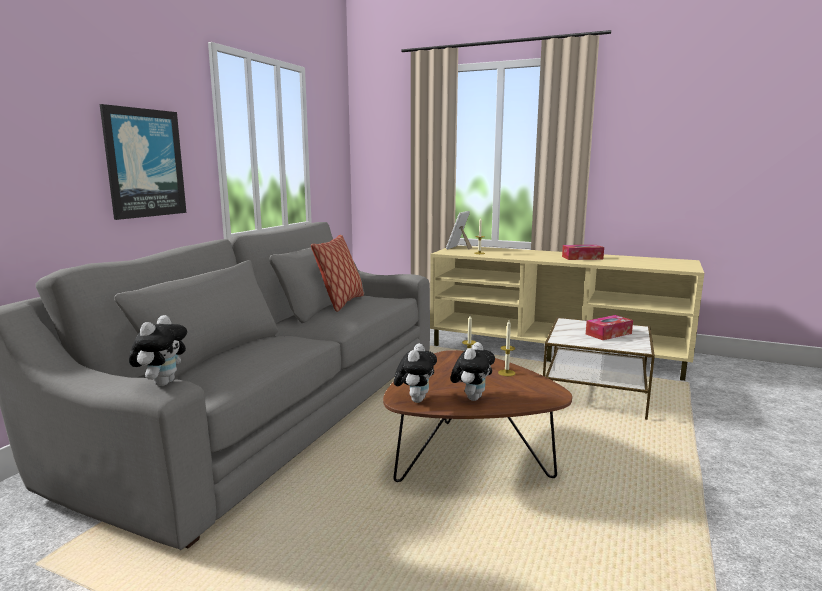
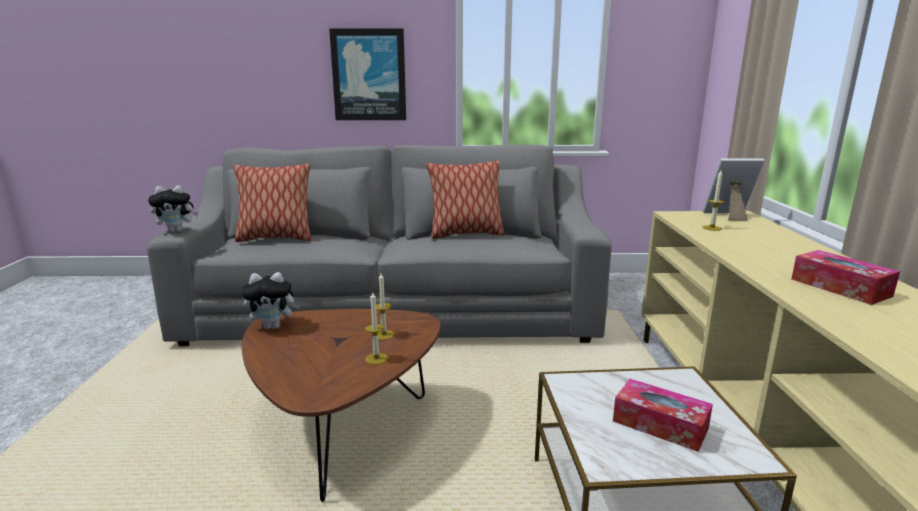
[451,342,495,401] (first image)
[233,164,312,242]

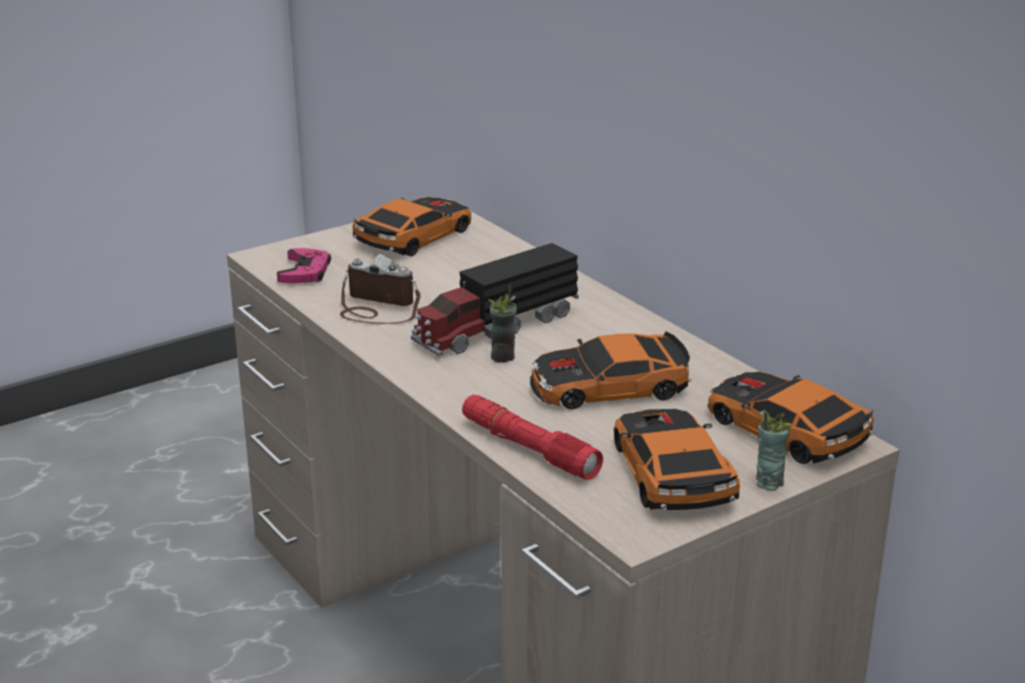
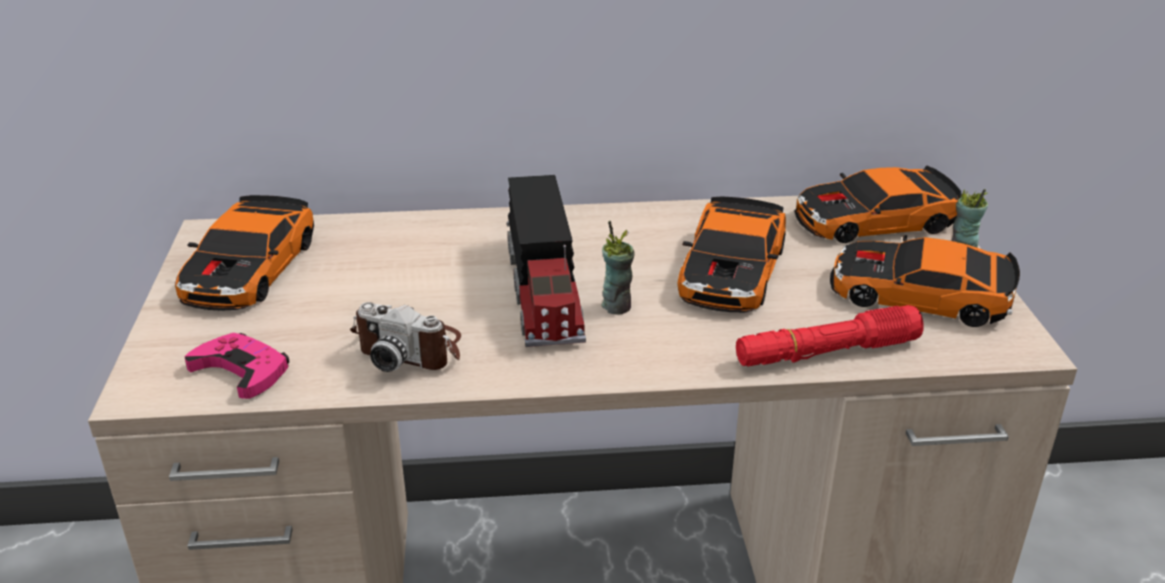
[175,195,314,311]
[350,302,461,372]

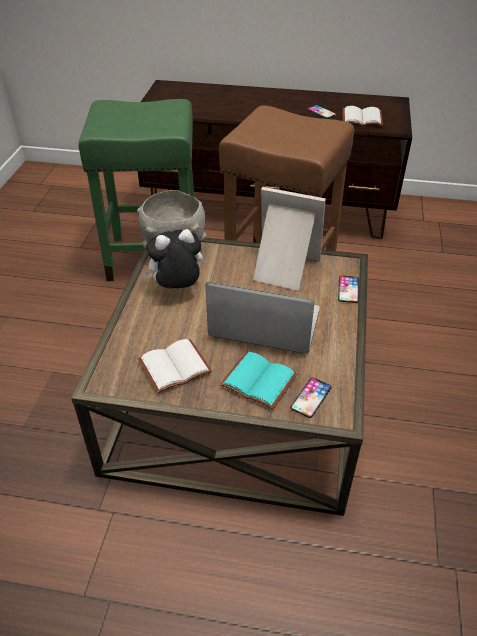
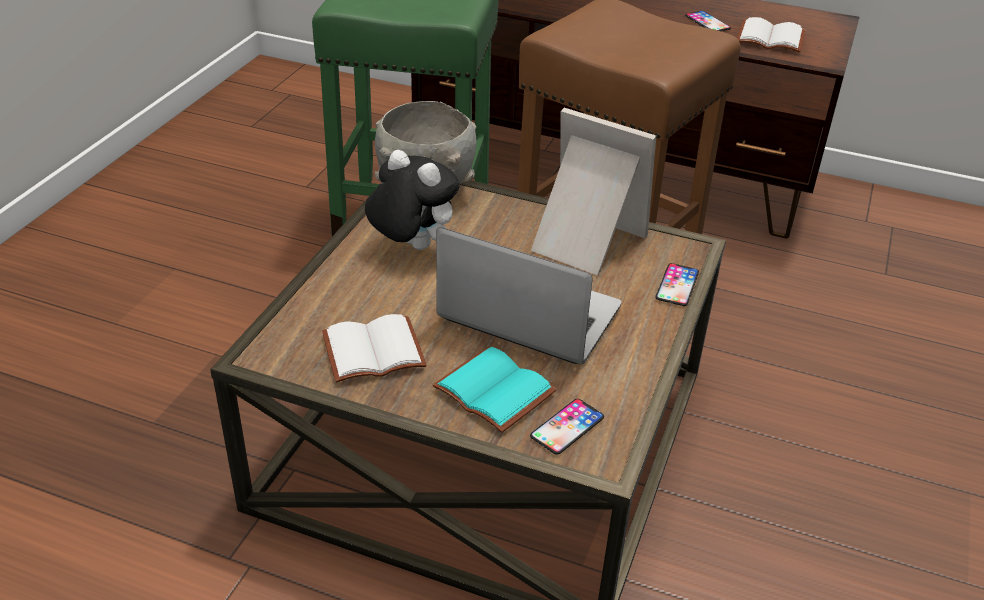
[365,150,460,250]

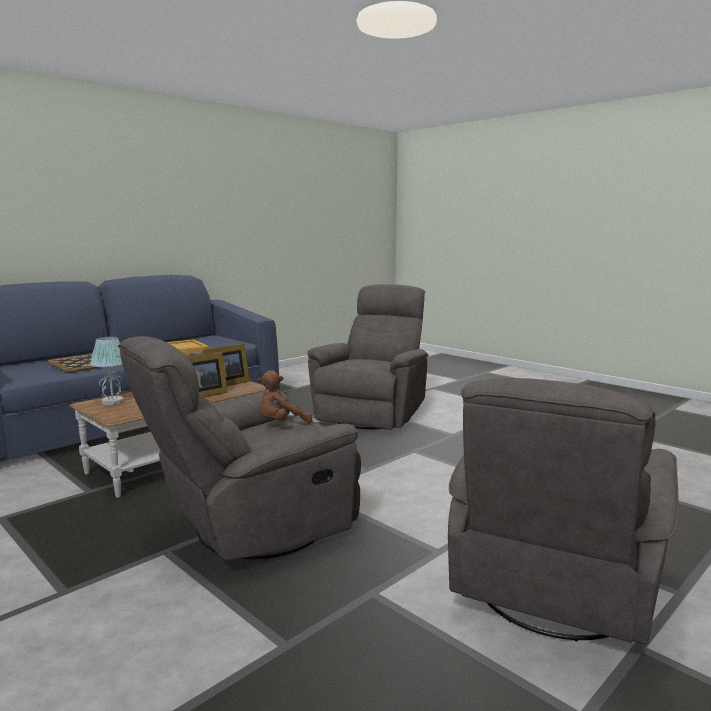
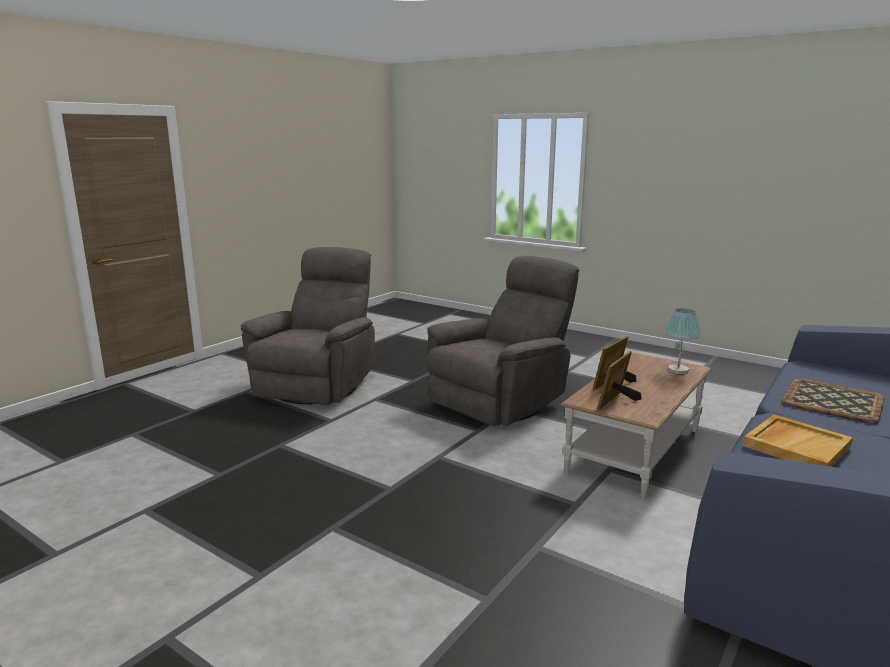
[308,284,428,430] (first image)
[258,370,313,424] (first image)

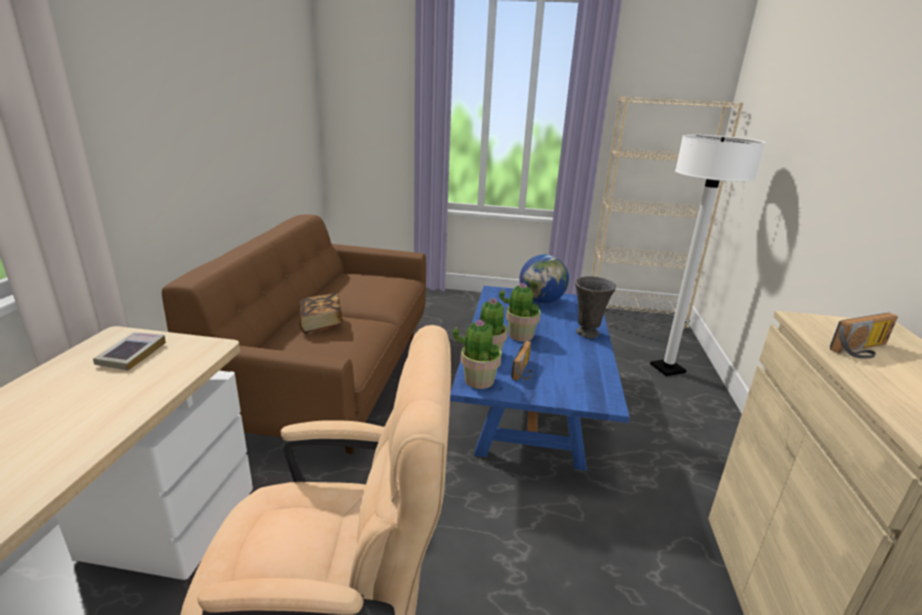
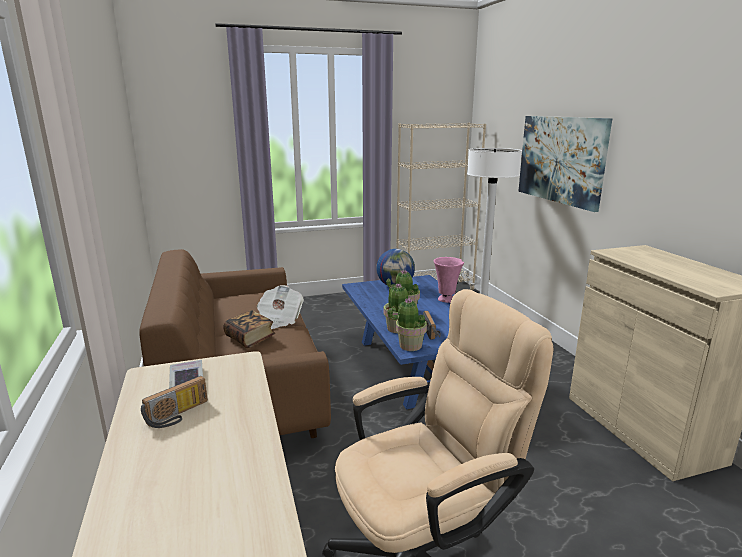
[434,257,464,303]
[141,376,208,428]
[518,116,612,212]
[257,285,304,329]

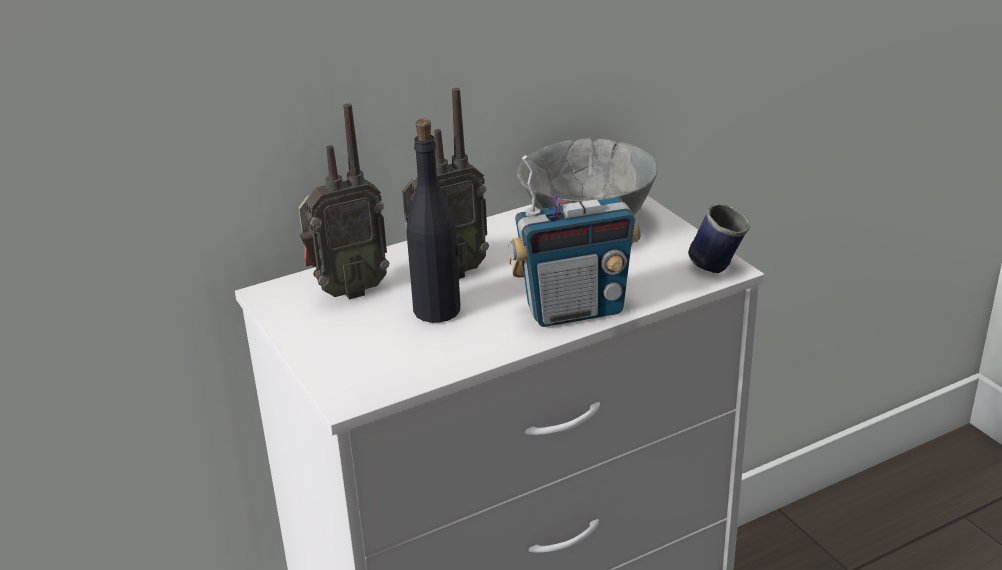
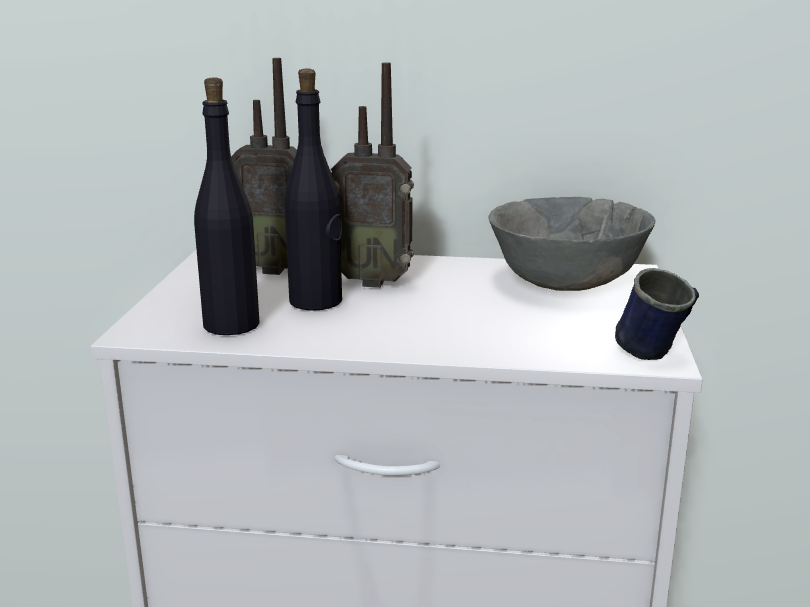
[509,155,641,327] (first image)
[194,78,260,335]

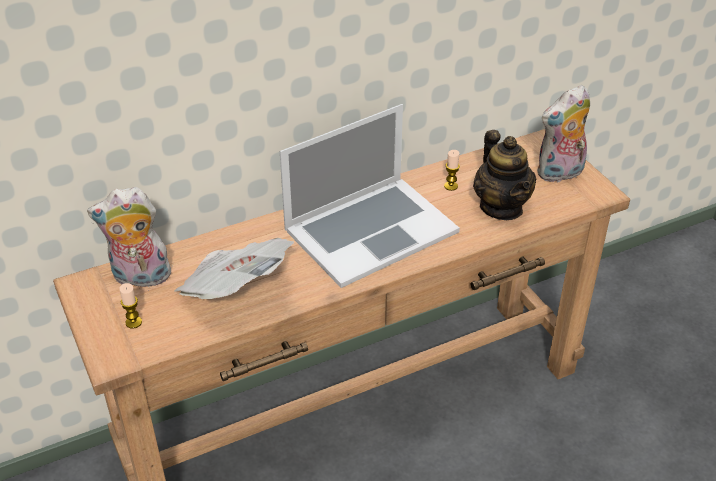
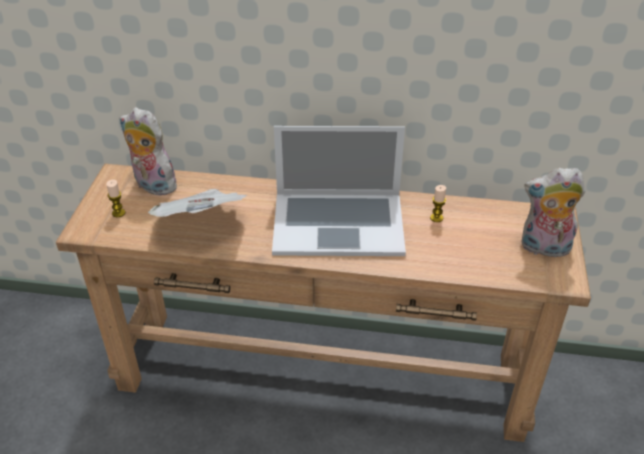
[473,130,536,220] (first image)

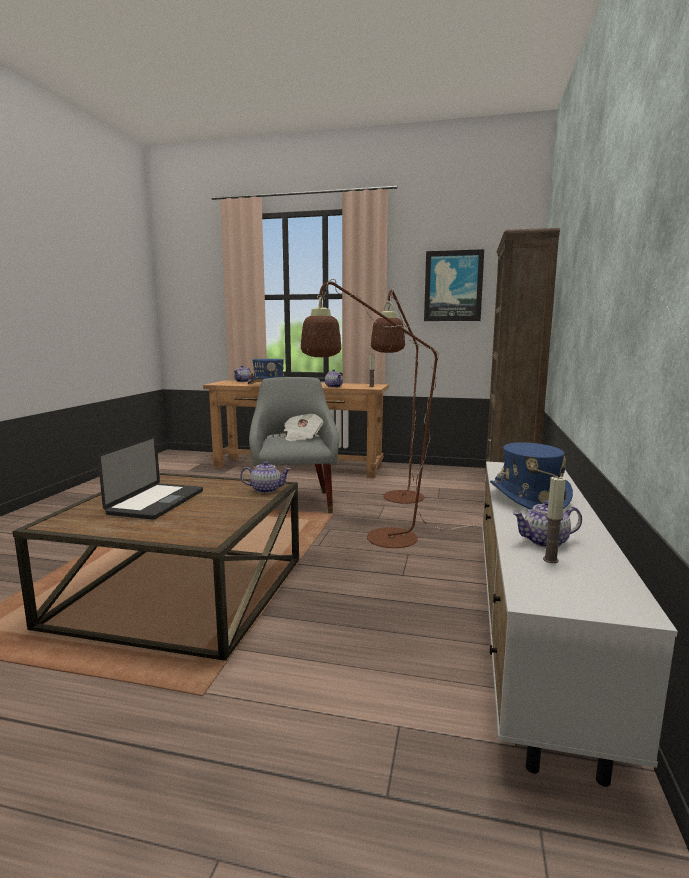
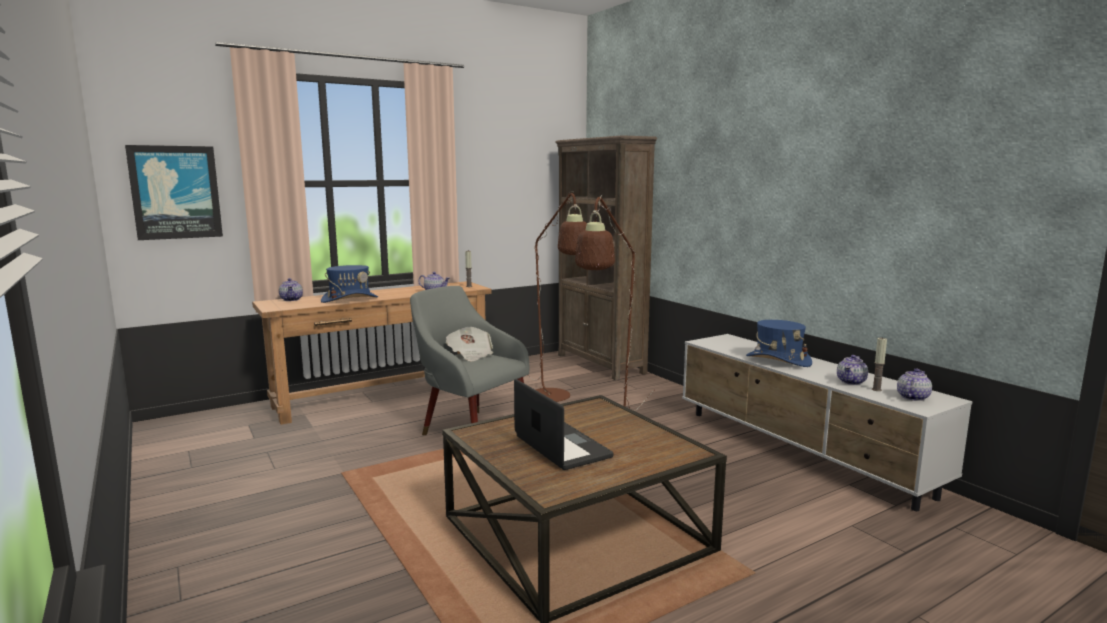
[125,145,223,240]
[897,369,932,401]

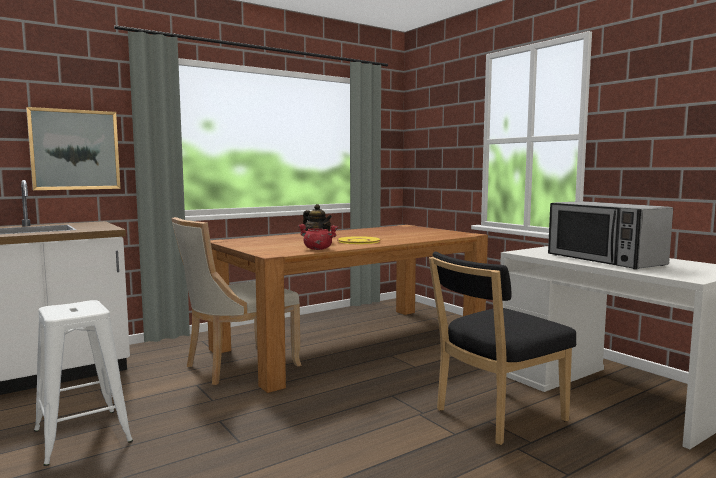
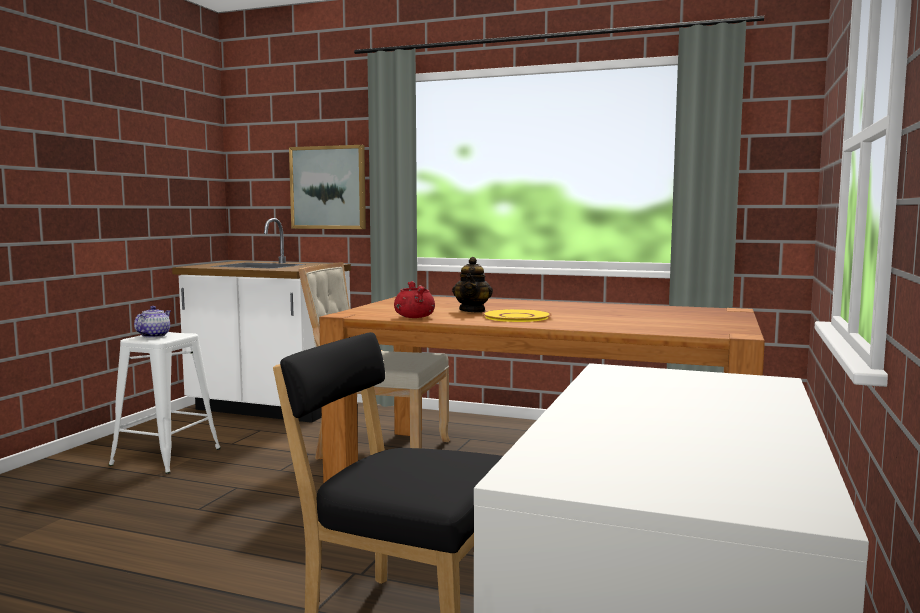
[548,201,673,270] (first image)
[134,306,171,338]

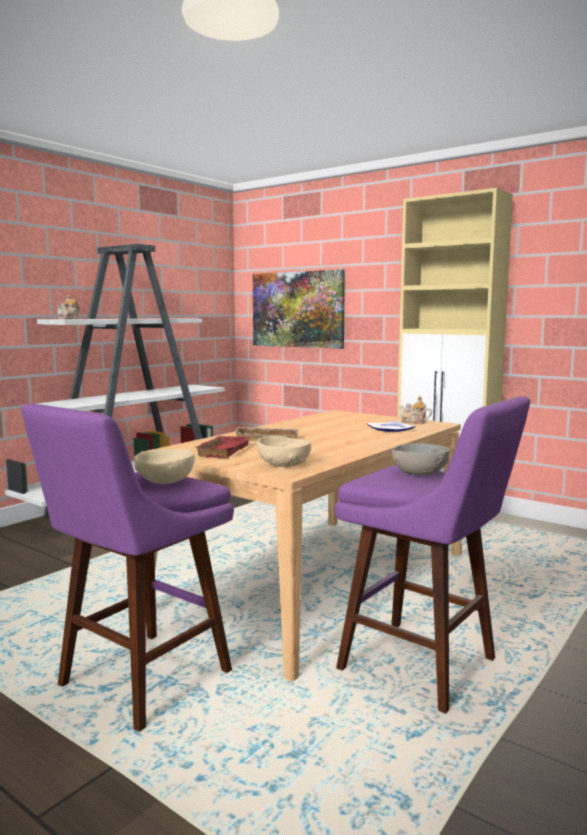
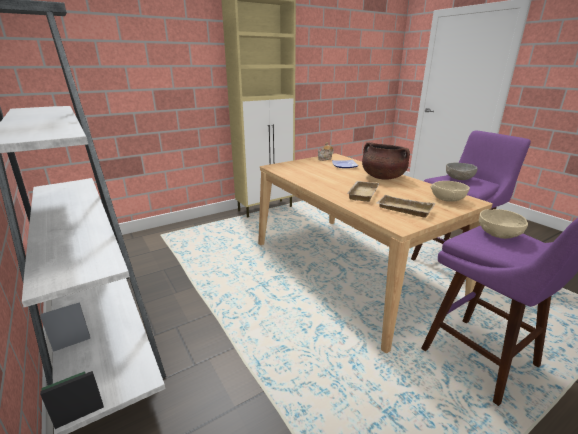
[253,270,345,349] (first image)
[56,295,80,319] (first image)
[377,195,435,217]
[362,142,410,180]

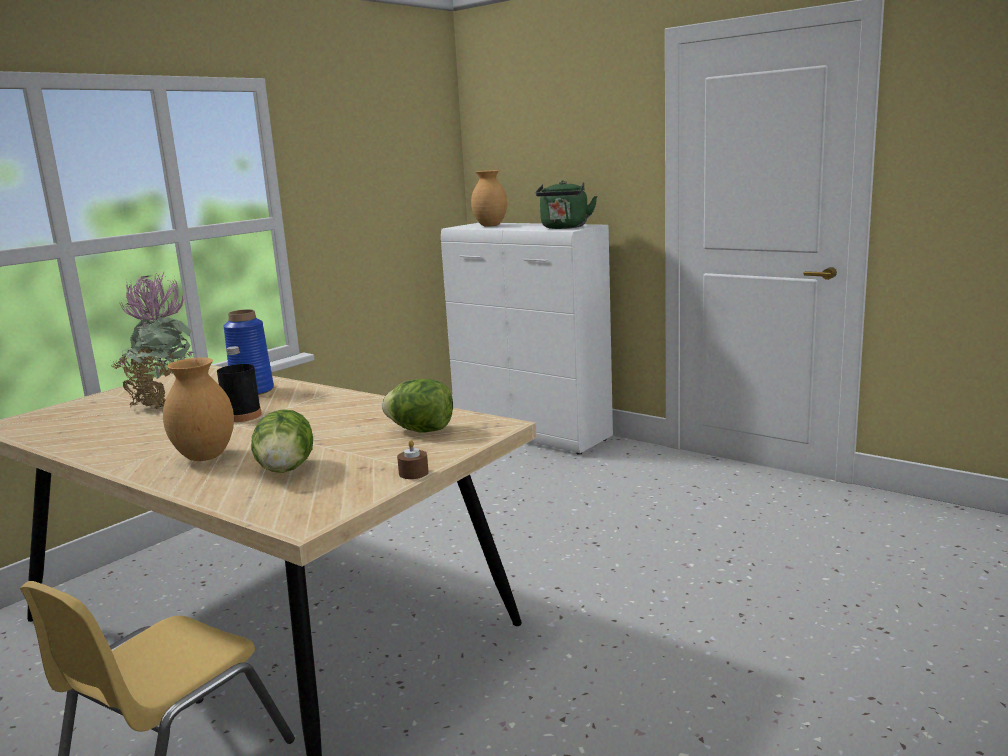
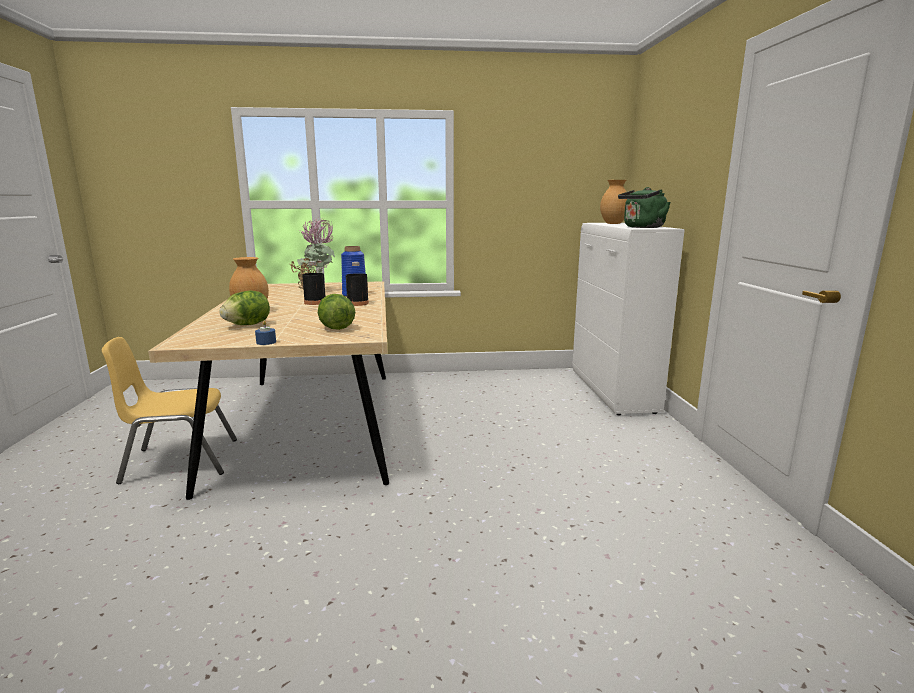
[255,320,276,345]
[346,262,369,306]

